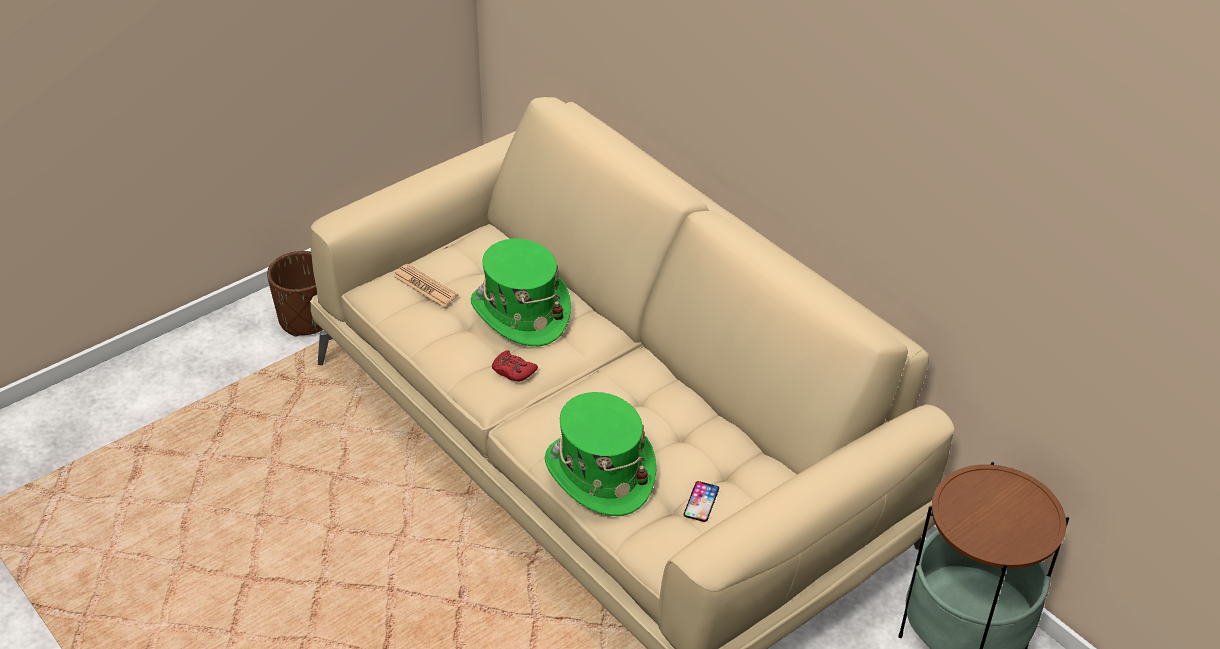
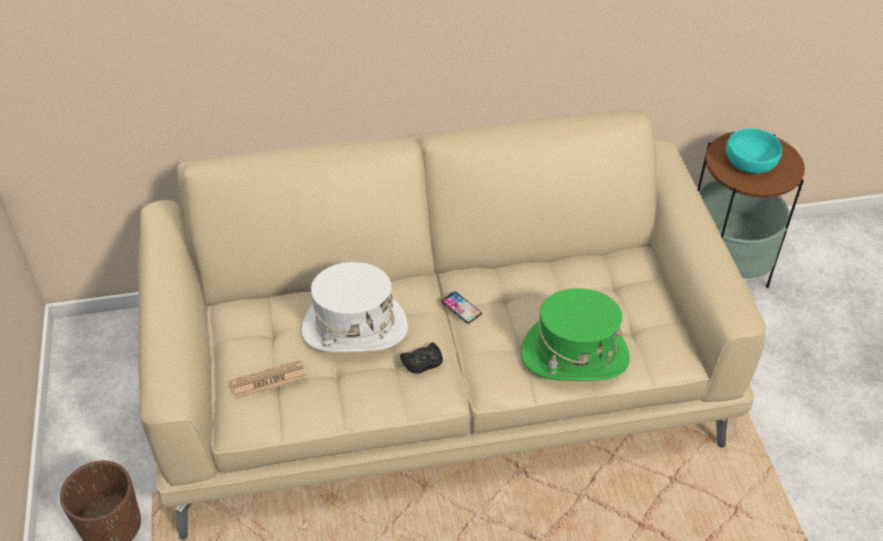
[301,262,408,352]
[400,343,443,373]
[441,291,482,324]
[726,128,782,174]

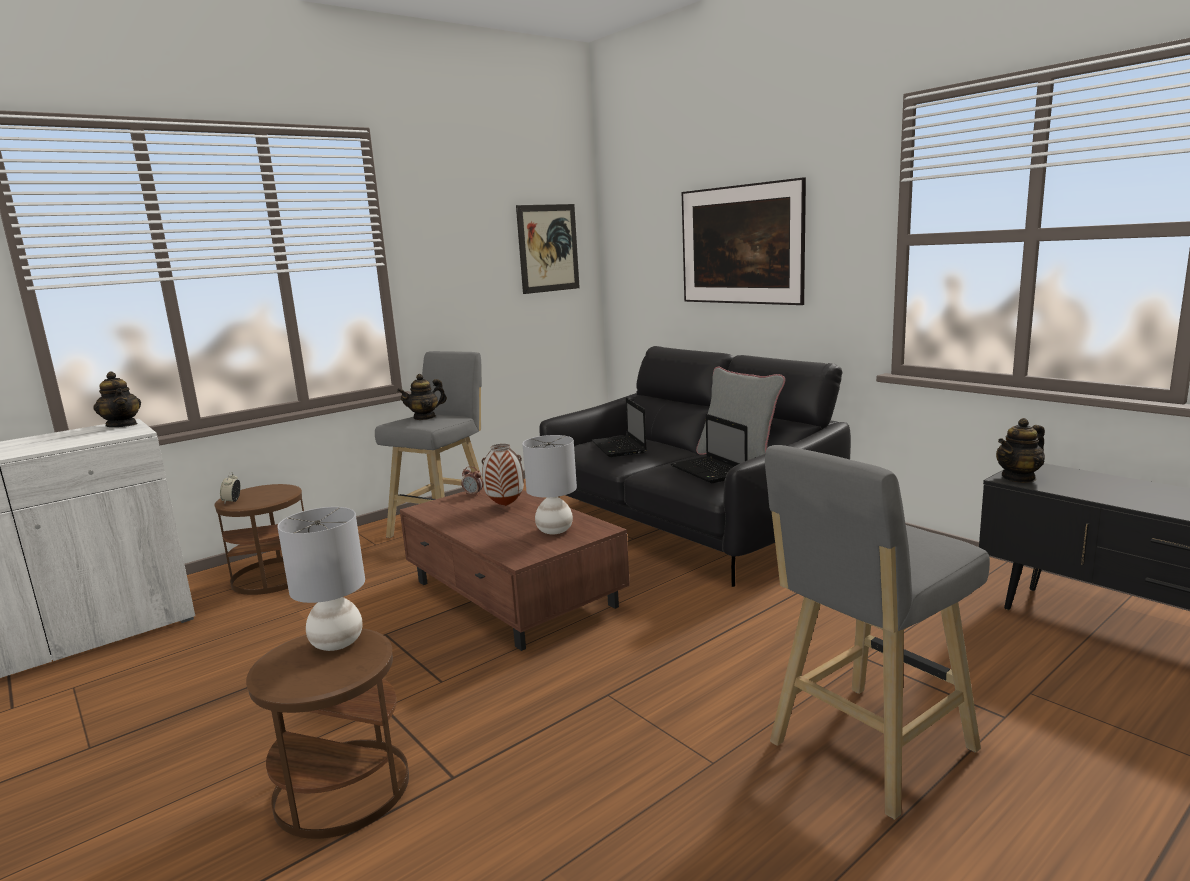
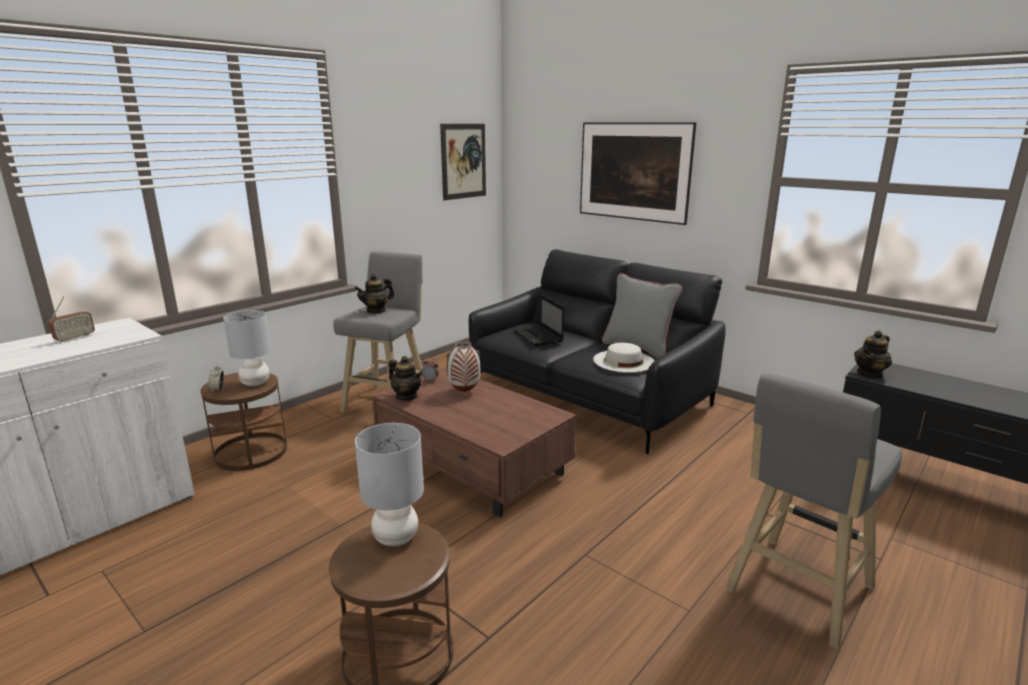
[388,356,422,401]
[593,343,654,373]
[223,310,271,386]
[48,297,95,342]

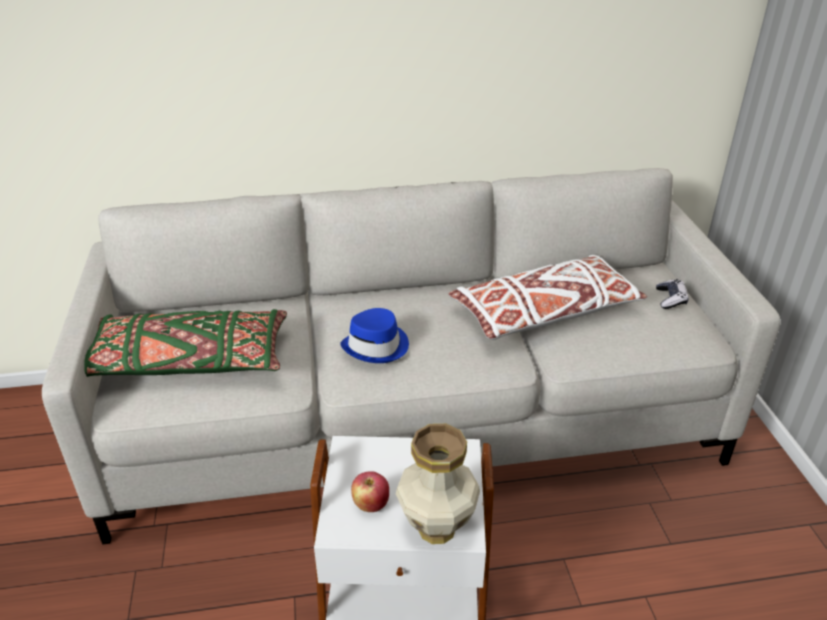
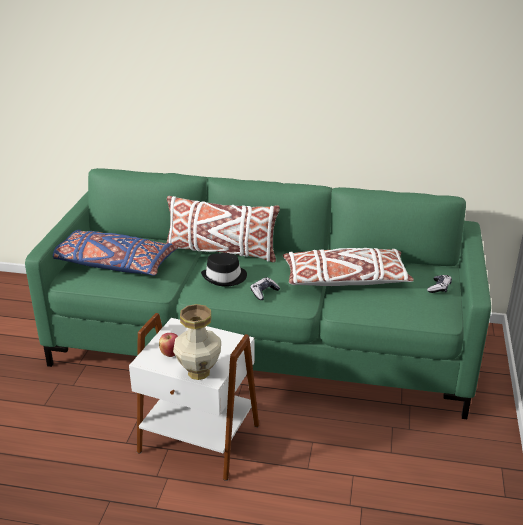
[25,168,491,419]
[201,253,247,287]
[53,230,178,276]
[166,196,280,262]
[250,277,280,300]

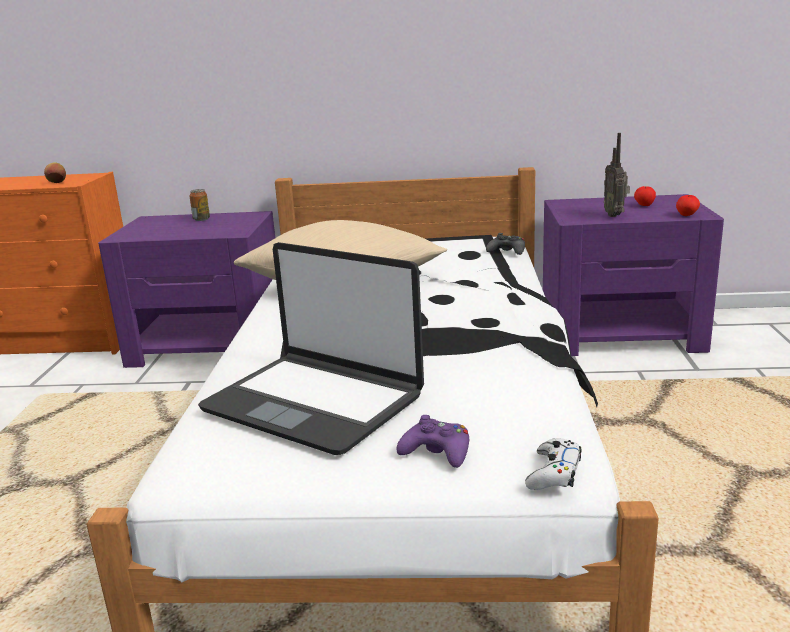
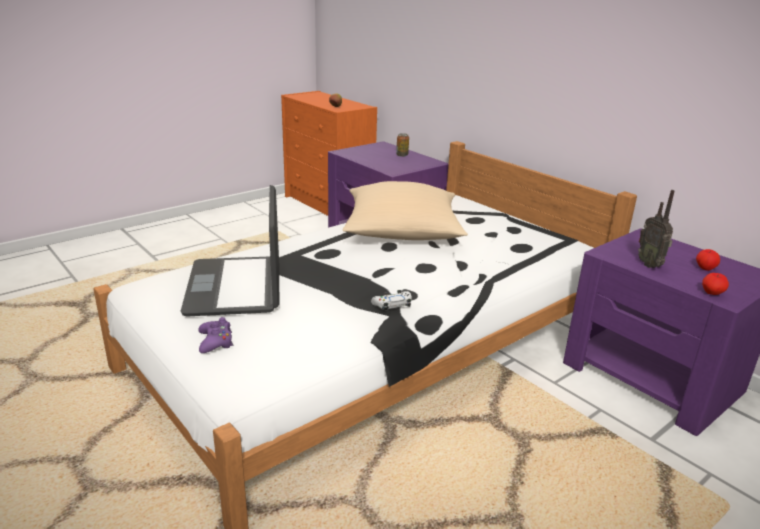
[638,190,675,268]
[486,233,525,255] (first image)
[371,290,412,311]

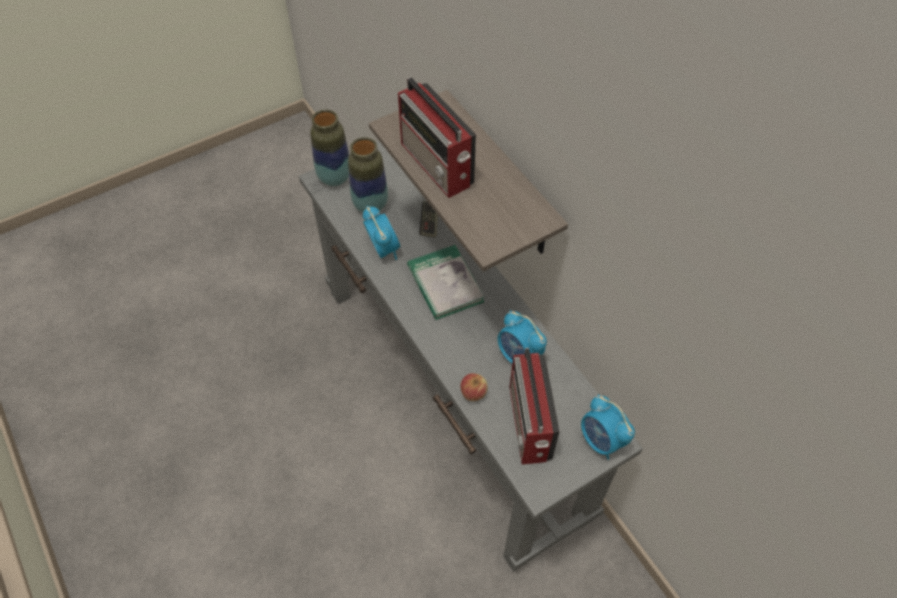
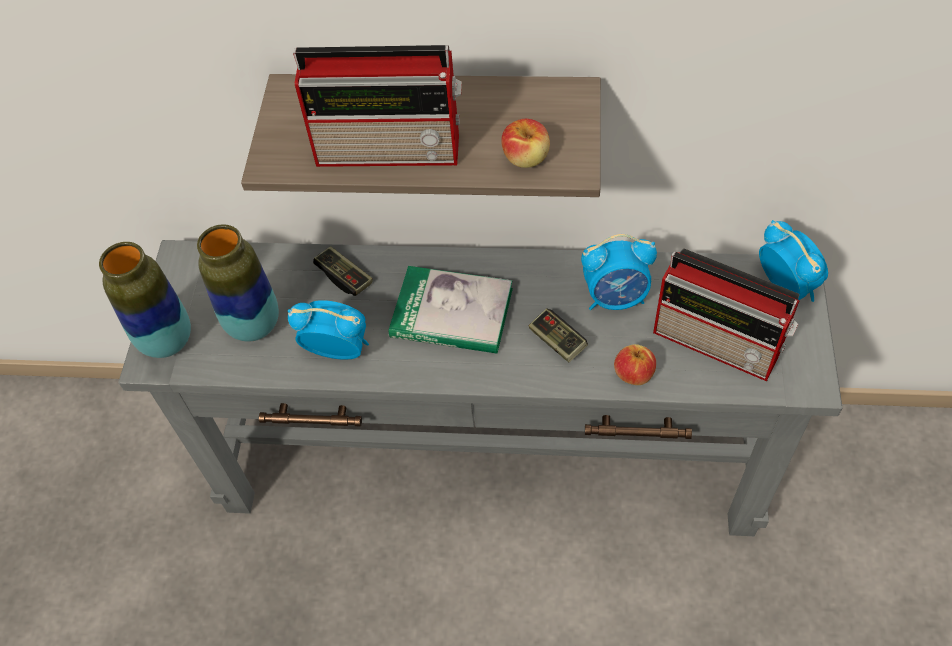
[759,220,828,302]
[501,119,550,168]
[528,309,588,363]

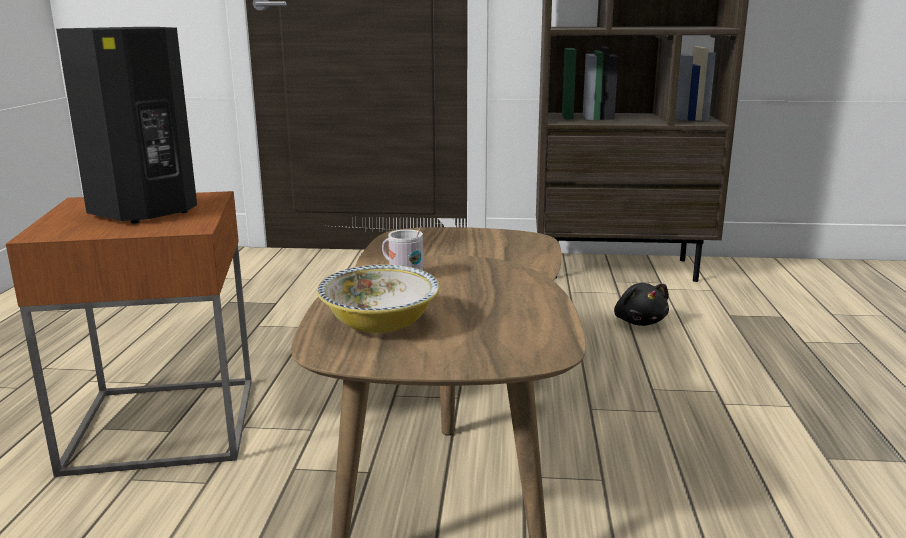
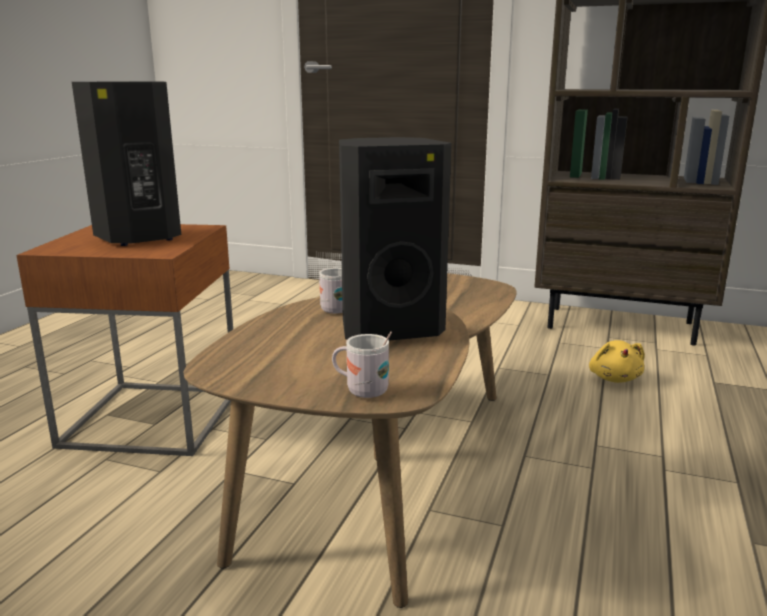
[317,265,440,333] (first image)
[589,340,645,383]
[339,137,451,341]
[332,331,392,398]

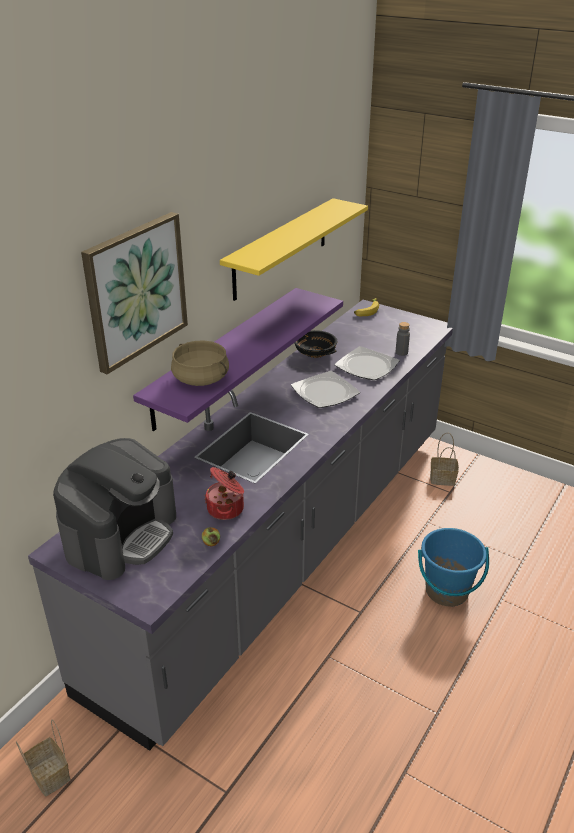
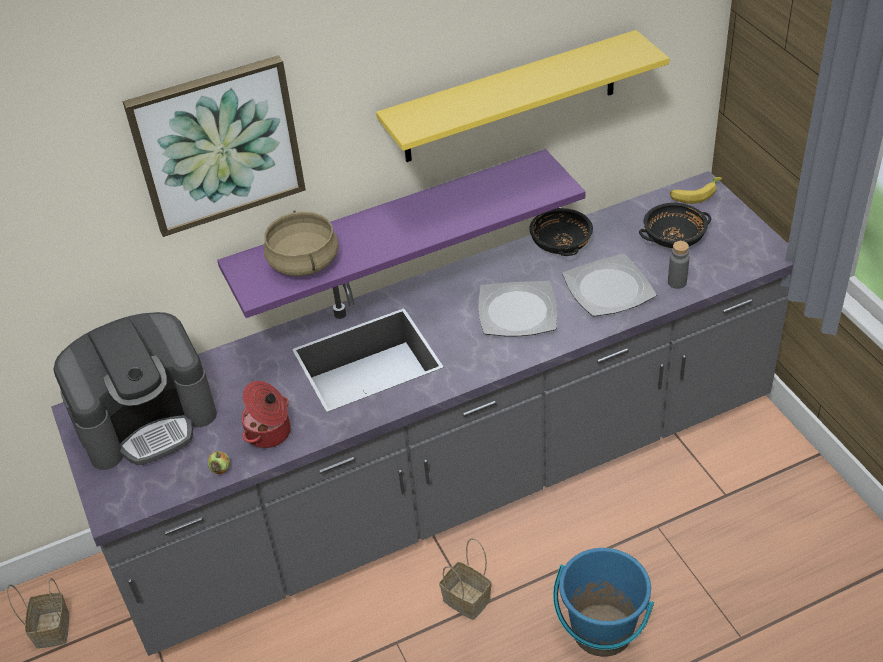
[439,538,492,620]
[639,203,711,248]

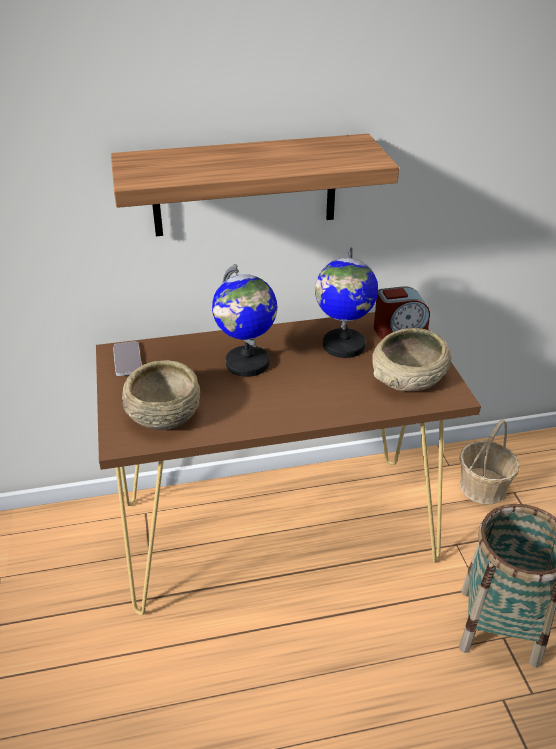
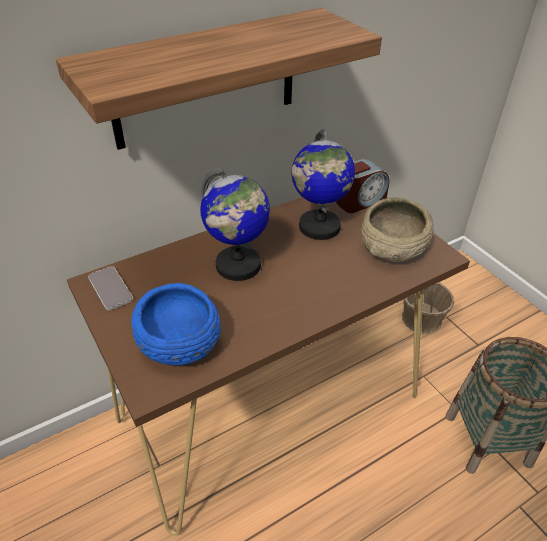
[131,283,221,366]

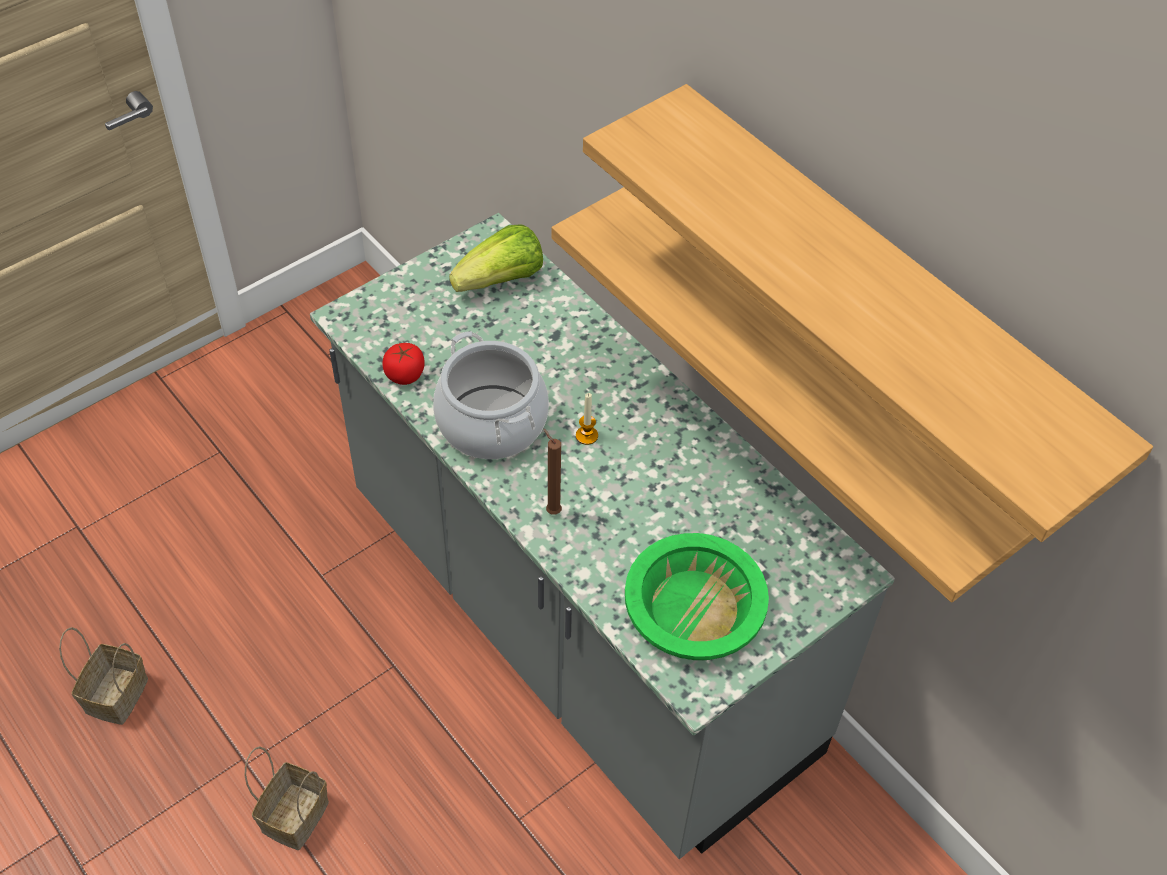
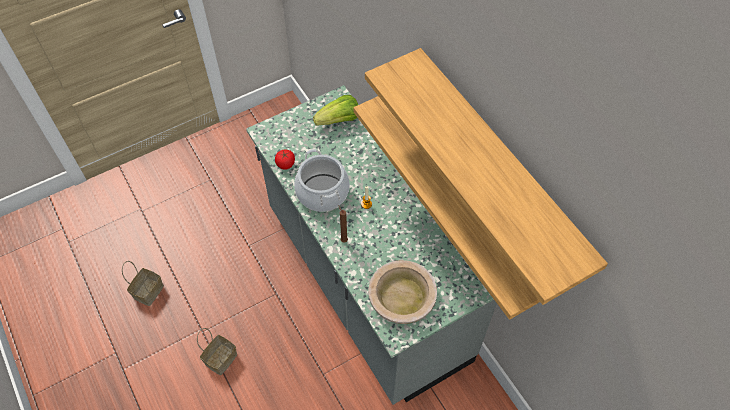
[368,260,437,324]

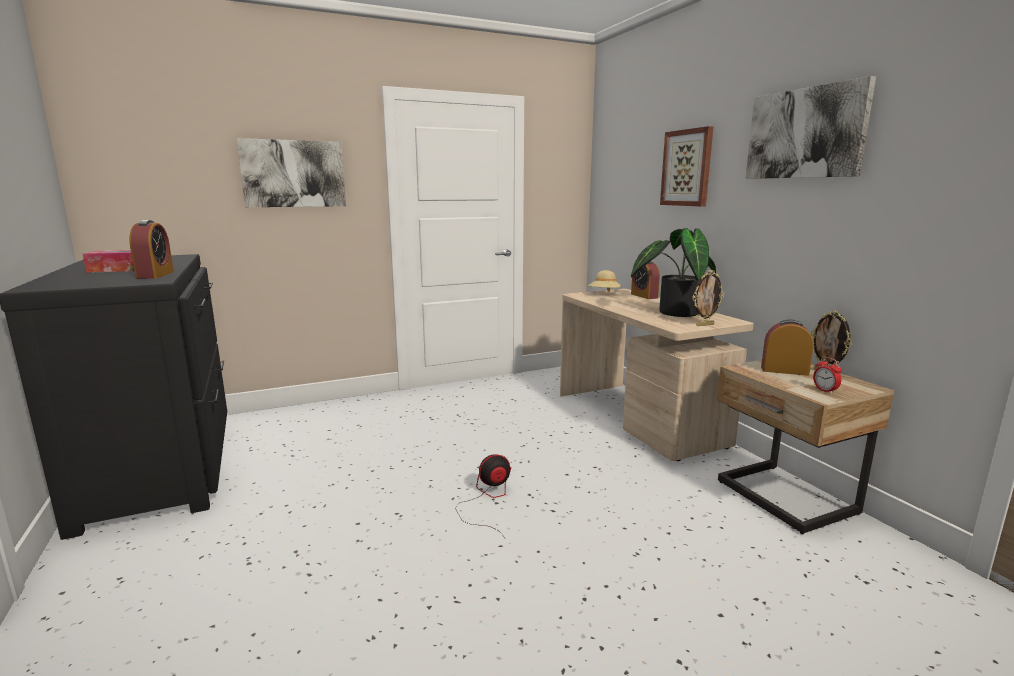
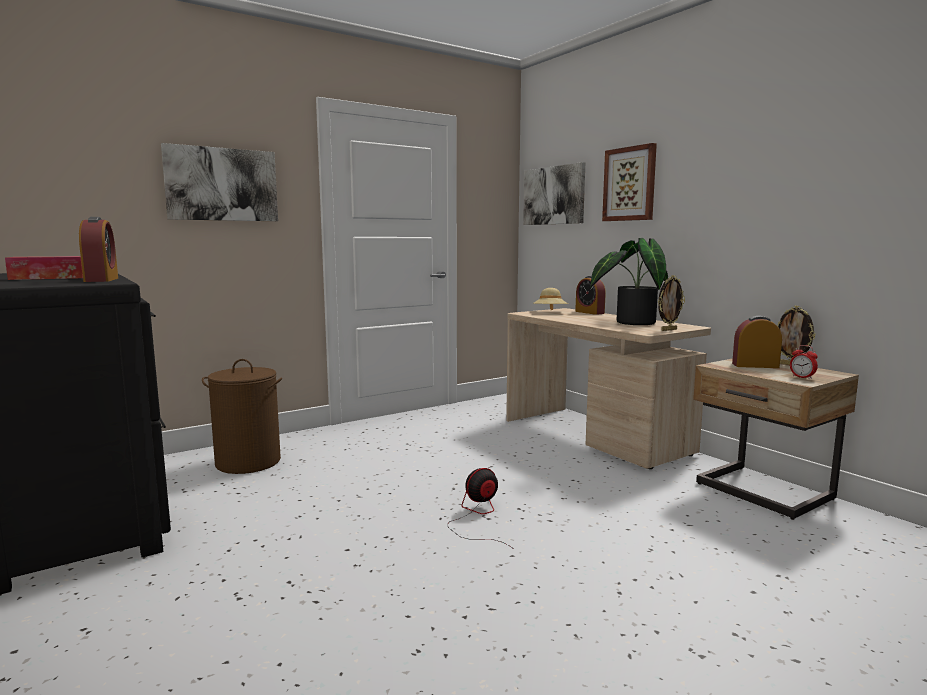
[523,162,585,225]
[202,359,282,474]

